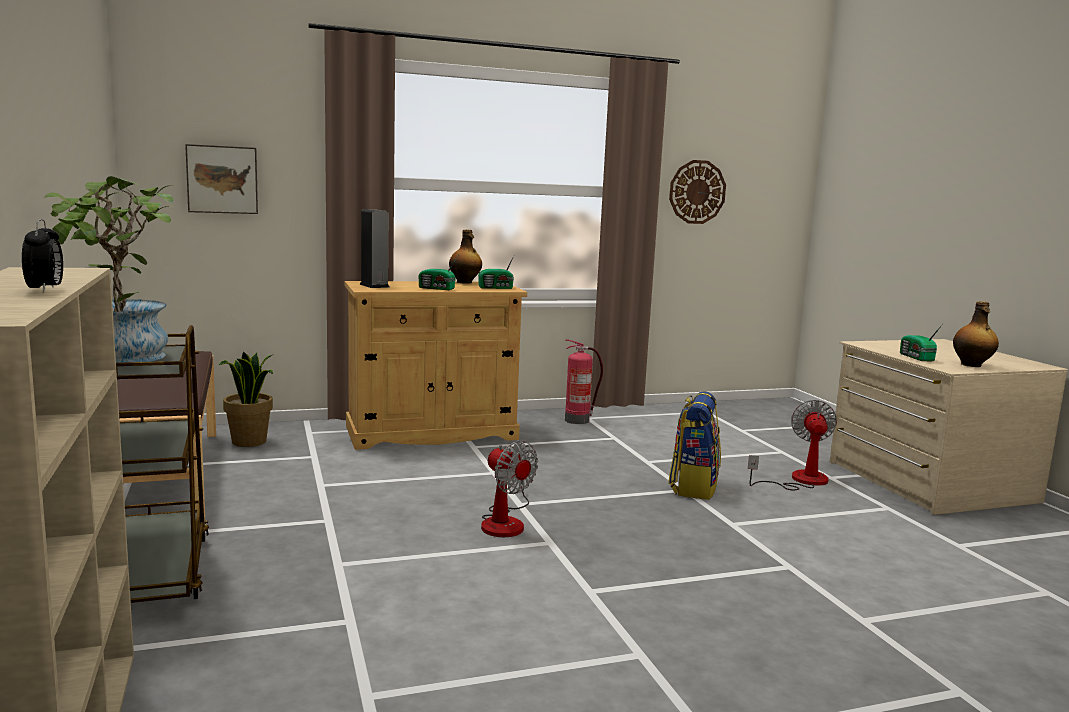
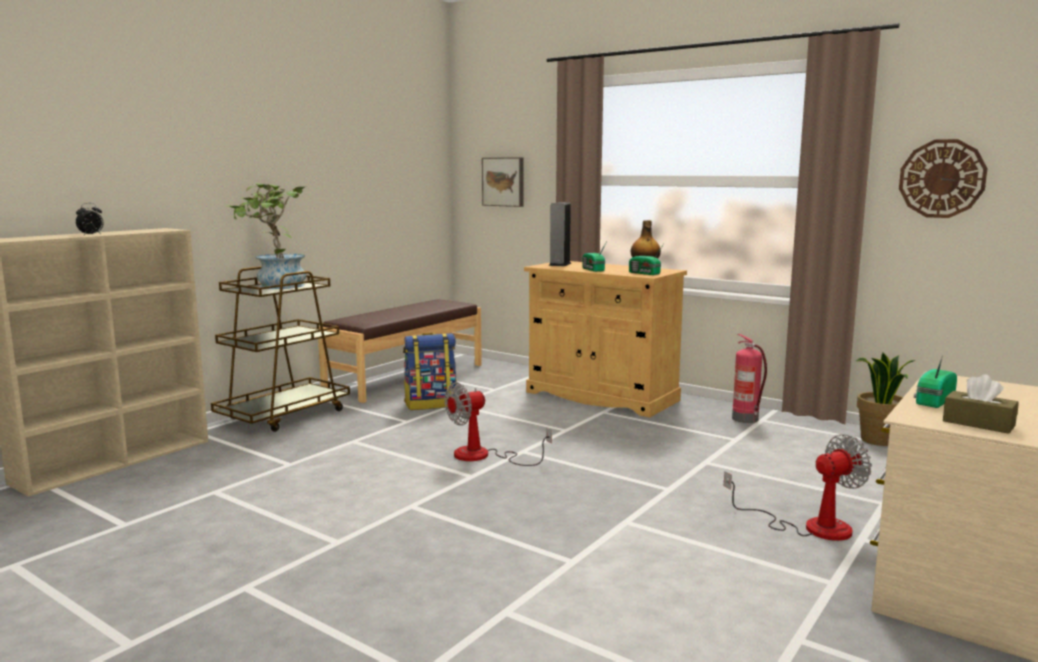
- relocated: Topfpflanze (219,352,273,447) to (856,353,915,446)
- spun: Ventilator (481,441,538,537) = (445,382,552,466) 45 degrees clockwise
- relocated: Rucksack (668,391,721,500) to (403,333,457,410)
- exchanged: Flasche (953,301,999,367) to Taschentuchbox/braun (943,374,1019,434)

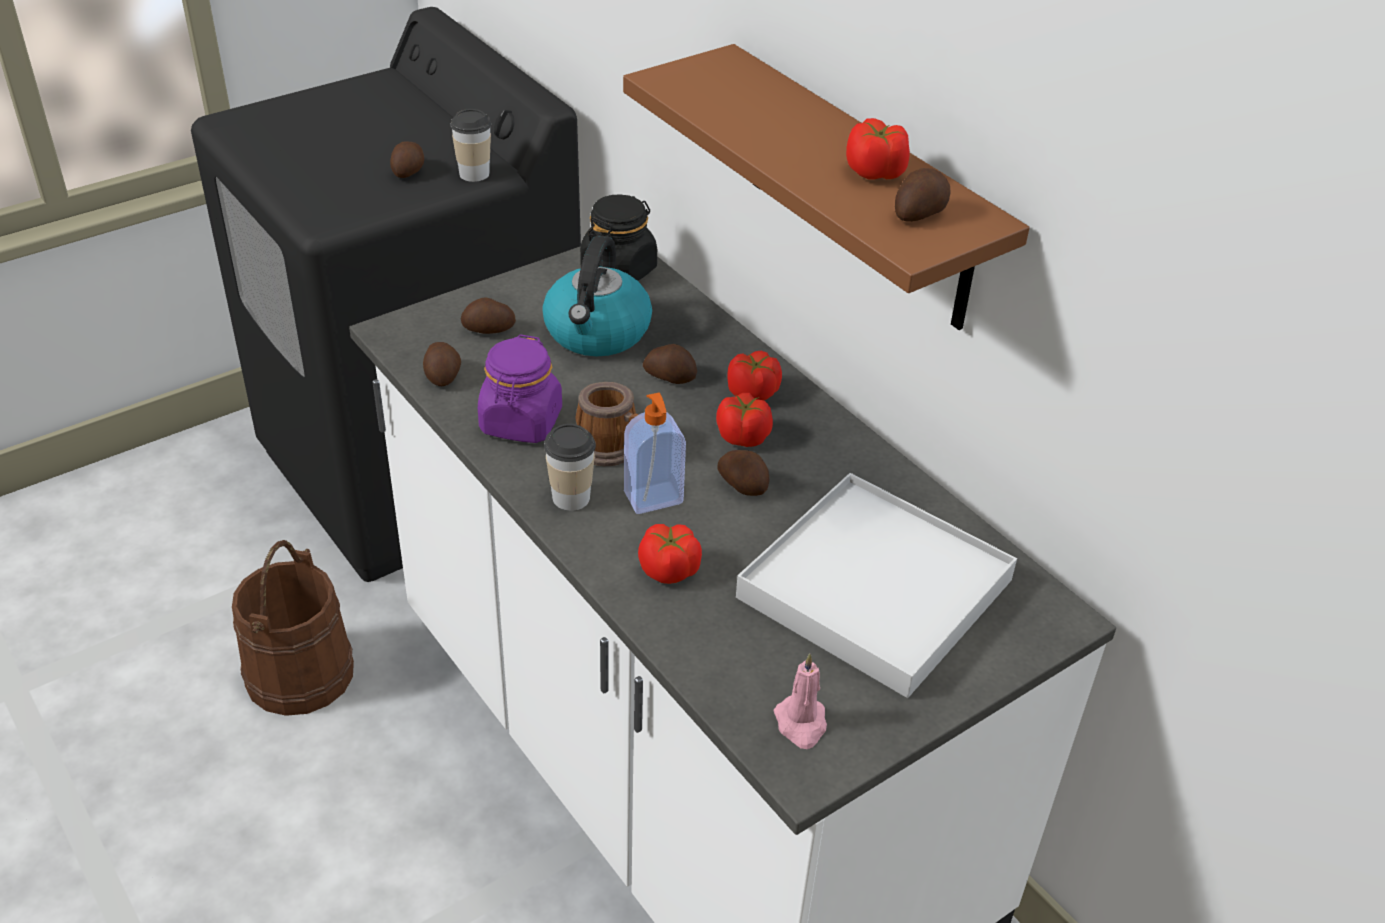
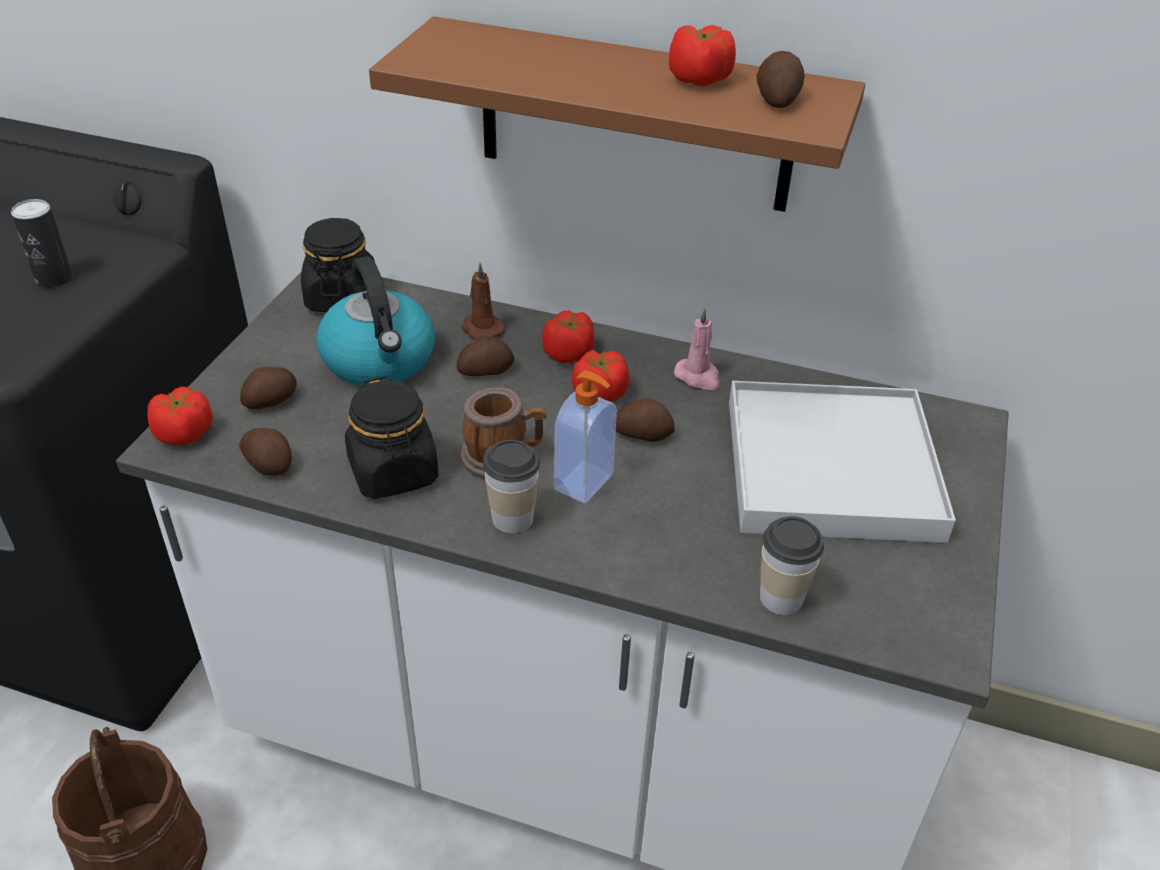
- exchanged: Kartoffel (390,141,424,178) to Dose (11,199,72,288)
- relocated: Tasse (450,109,491,182) to (760,516,824,615)
- colour: Vorratsglas/lila (478,334,562,443) to Vorratsglas/schwarz (345,376,439,499)
- relocated: Tomate (638,524,702,584) to (147,387,213,445)
- relocated: Kerze/rosa (774,653,827,749) to (674,308,719,390)
- appeared: Kerze/braun (461,262,505,340)

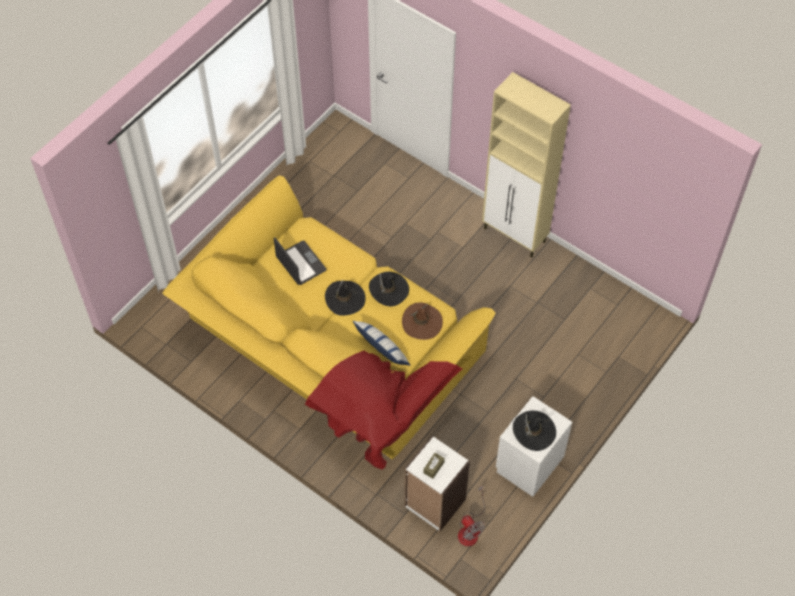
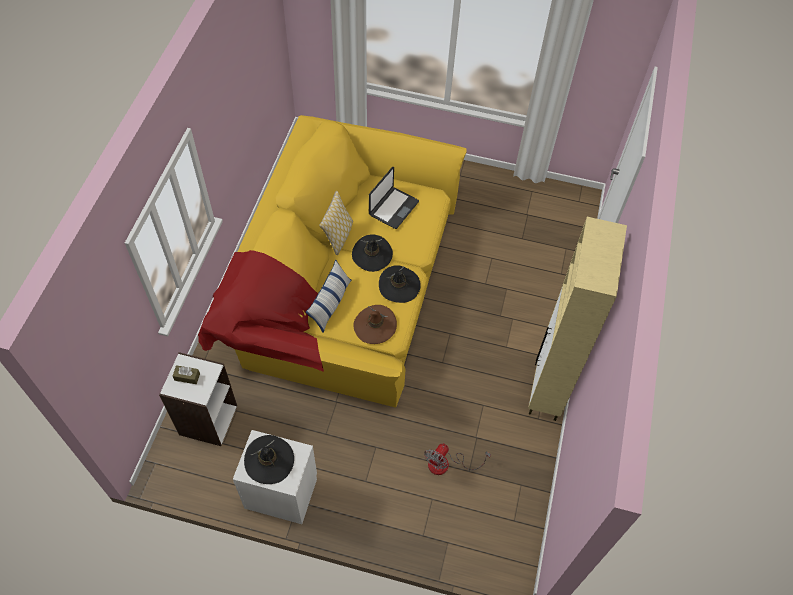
- relocated: Ventilator (458,486,485,546) to (424,443,491,475)
- appeared: Kissen (319,191,353,255)

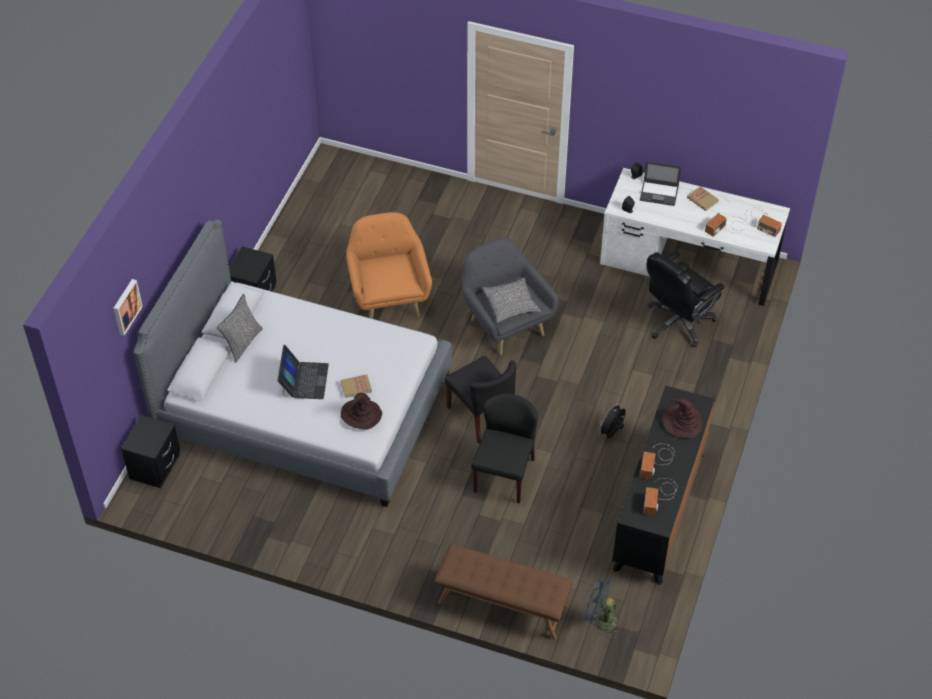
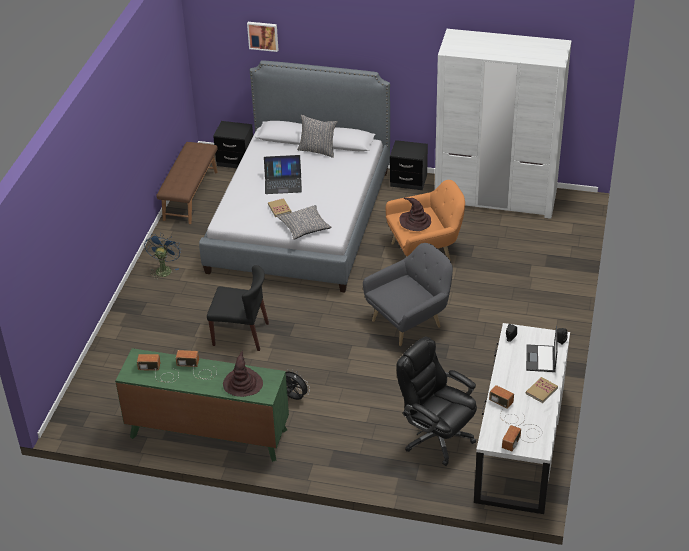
- relocated: Hut/braun (341,393,382,430) to (399,198,431,231)
- relocated: Bank/braun (434,544,573,639) to (156,142,218,224)
- missing: Stuhl/schwarz (444,356,516,443)
- relocated: Kissen/grau (482,278,541,323) to (277,205,332,240)
- relocated: Ventilator/blau (585,577,622,637) to (144,233,181,280)
- colour: Kommode/schwarz (612,386,715,585) to Kommode/grün (115,348,289,462)
- appeared: Kleiderschrank/weiß (435,29,572,219)

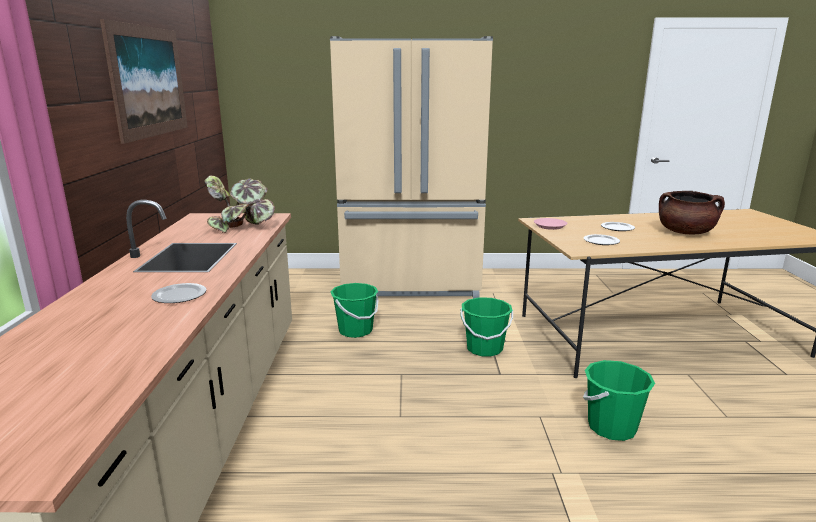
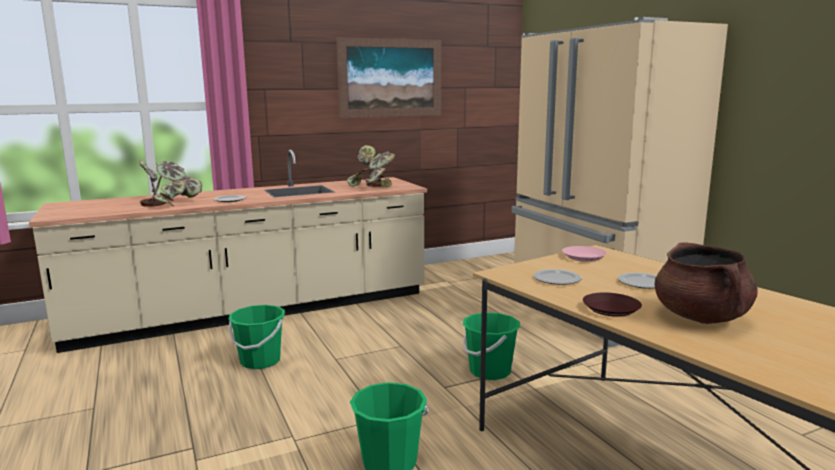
- relocated: Eimer/grün (331,283,378,338) to (228,305,285,369)
- appeared: Topfpflanze (139,160,202,207)
- appeared: Teller/braun (583,293,642,317)

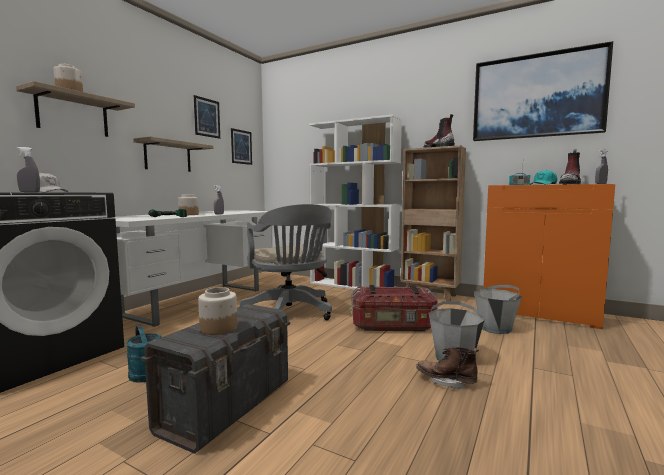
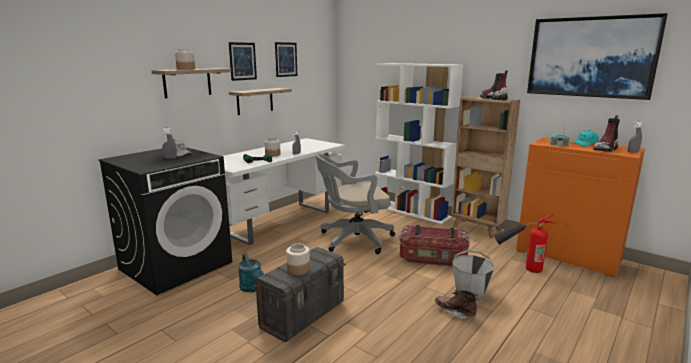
- relocated: Bild (231,128,252,165) to (229,42,257,81)
- spun: Bürostuhl/grau (240,204,332,320) = (315,153,395,254) 90 degrees clockwise
- exchanged: Eimer/grau (474,285,522,334) to Feuerlöscher (493,214,555,273)

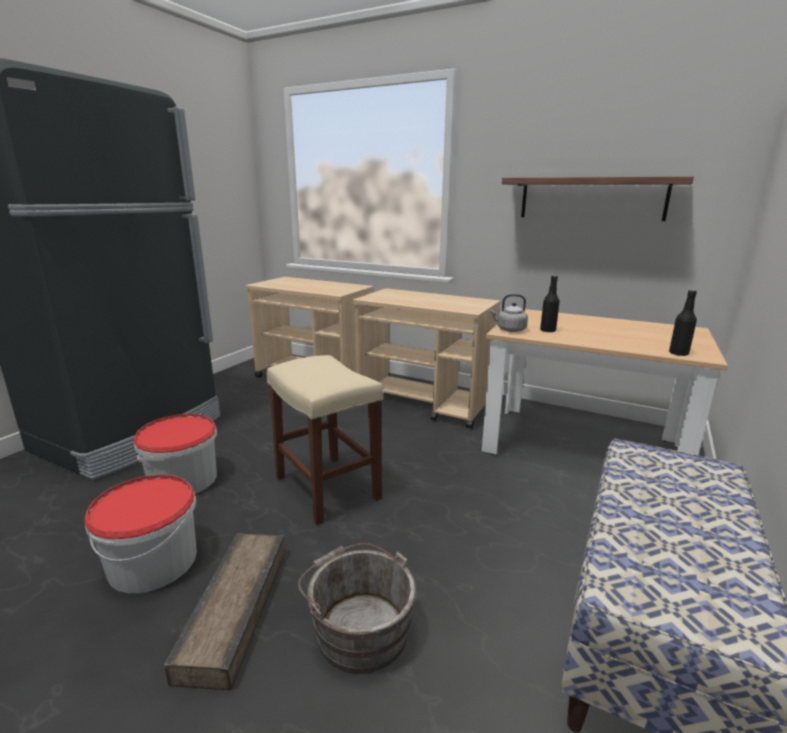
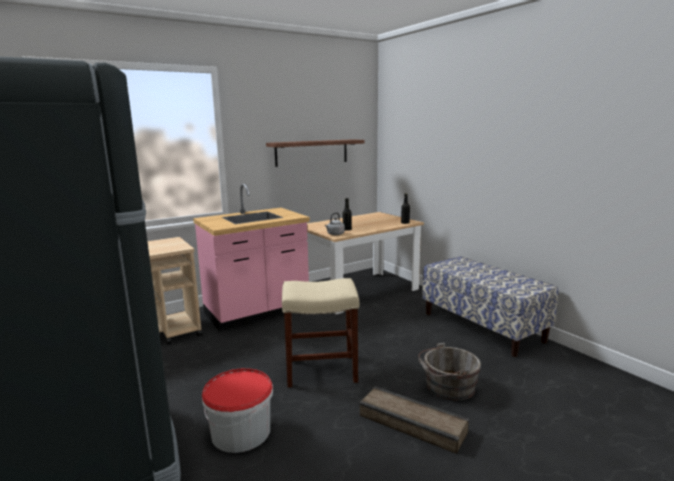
- missing: Eimer (84,475,197,593)
- exchanged: Rollwagen/beige (353,288,501,429) to Küchenzeile/rosa (193,184,310,331)

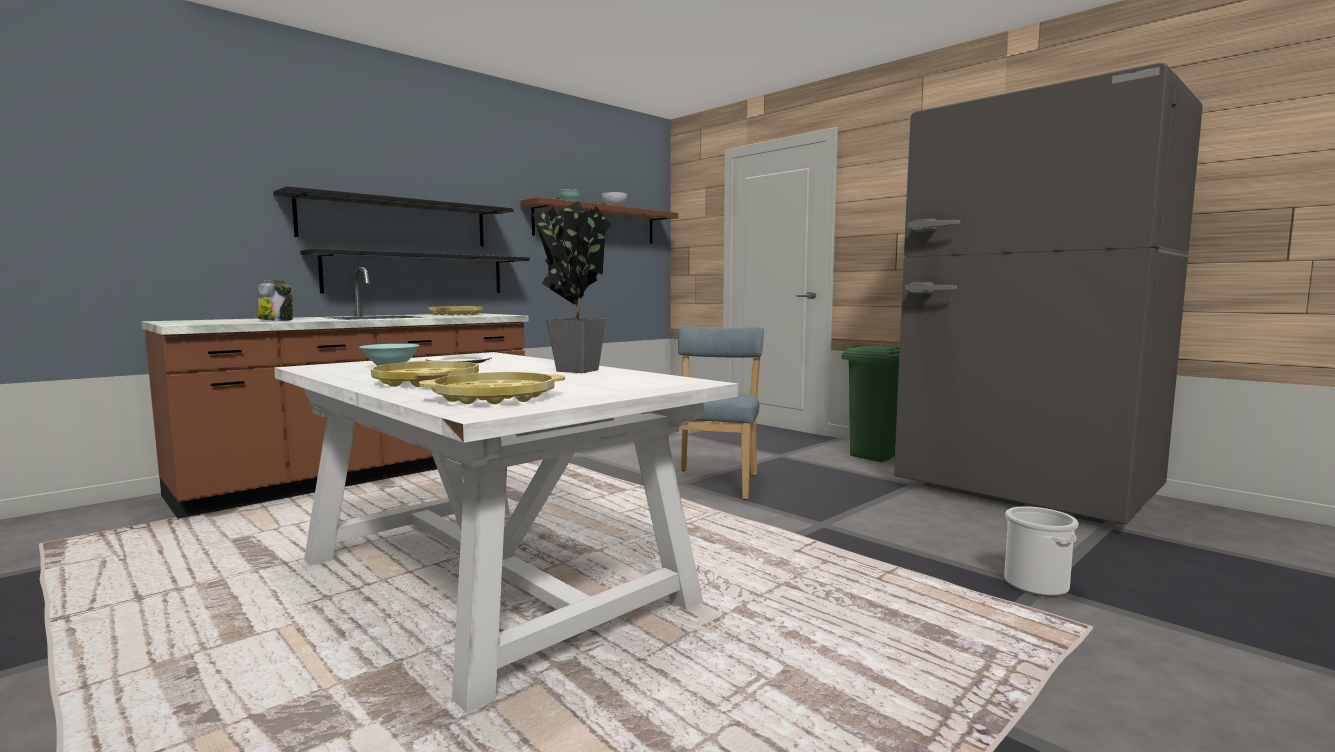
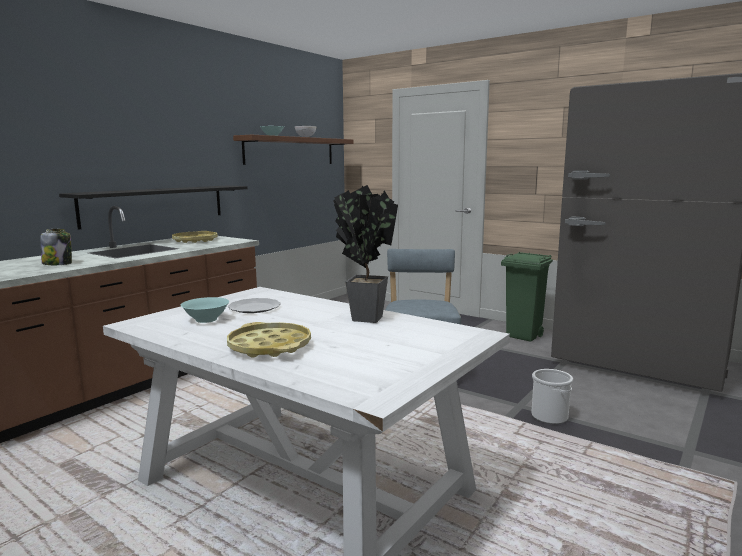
- missing: Wandregal/schwarz (273,186,514,246)
- missing: Tablett/gelb (419,372,565,404)
- relocated: Eimer (1004,506,1078,596) to (531,369,573,424)

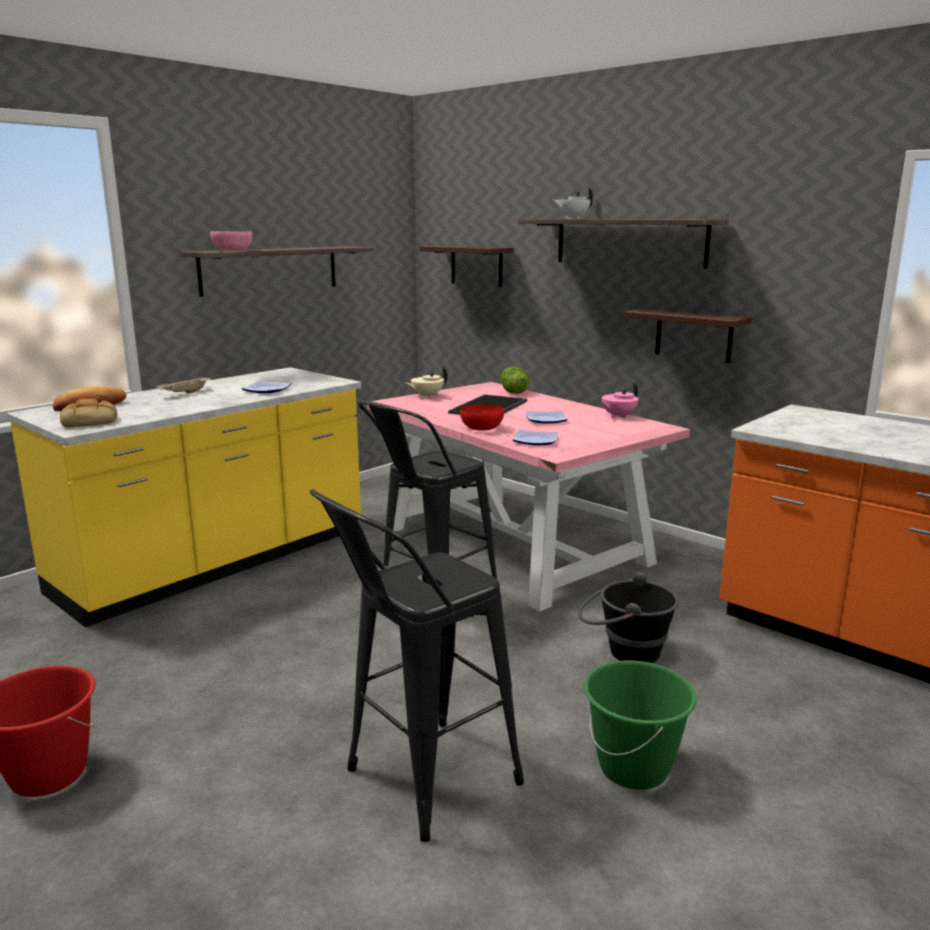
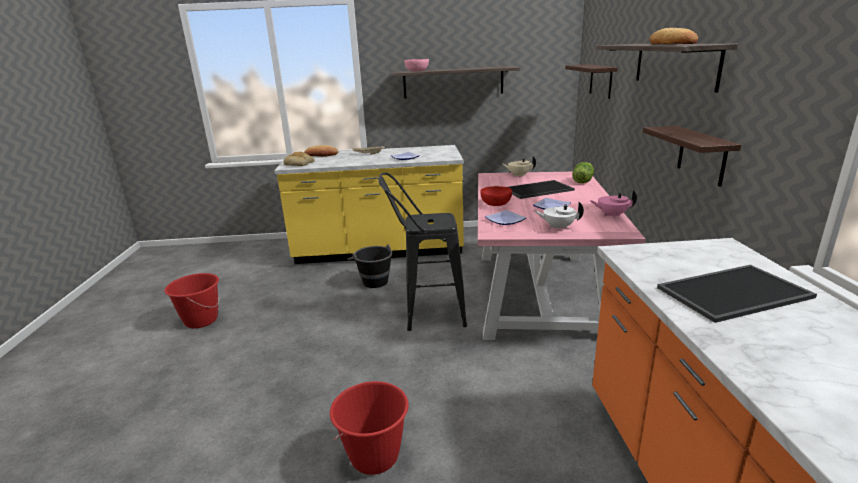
- missing: Hocker/schwarz (309,489,524,842)
- relocated: Teekanne/weiß (552,187,593,219) to (535,202,584,230)
- relocated: Eimer/schwarz (578,572,679,663) to (348,244,393,288)
- colour: Eimer/grün (584,661,697,790) to Eimer/rot (330,381,409,475)
- appeared: Brot (650,28,698,44)
- appeared: Tablett (657,265,817,323)

